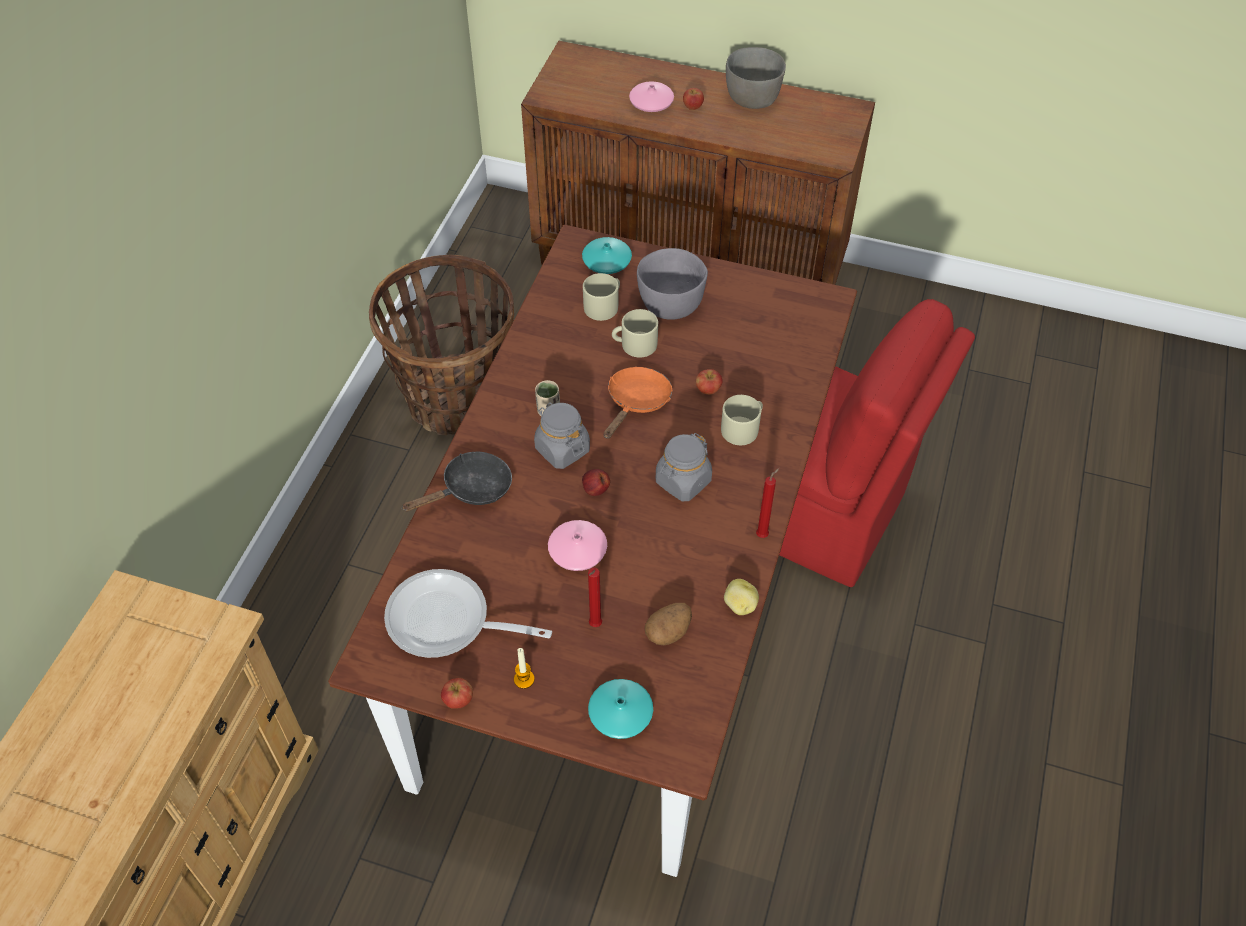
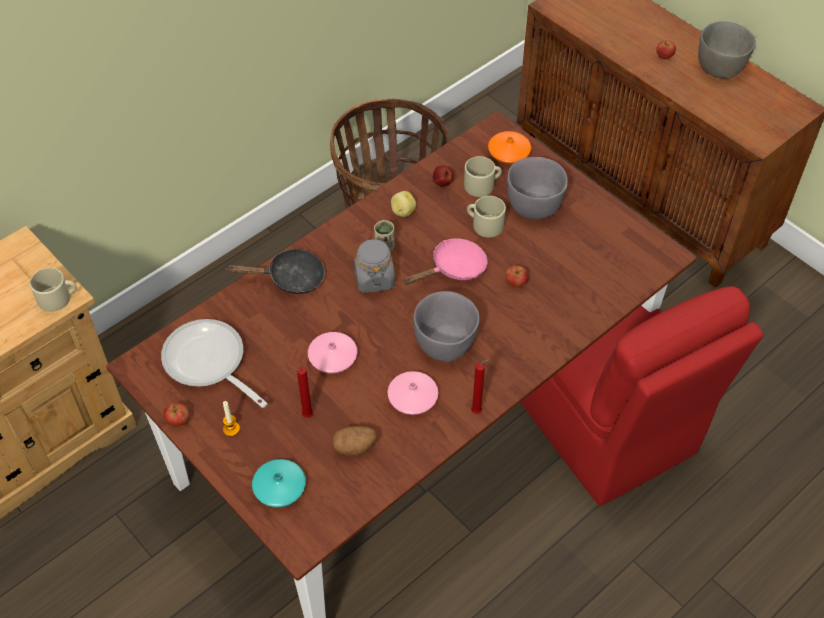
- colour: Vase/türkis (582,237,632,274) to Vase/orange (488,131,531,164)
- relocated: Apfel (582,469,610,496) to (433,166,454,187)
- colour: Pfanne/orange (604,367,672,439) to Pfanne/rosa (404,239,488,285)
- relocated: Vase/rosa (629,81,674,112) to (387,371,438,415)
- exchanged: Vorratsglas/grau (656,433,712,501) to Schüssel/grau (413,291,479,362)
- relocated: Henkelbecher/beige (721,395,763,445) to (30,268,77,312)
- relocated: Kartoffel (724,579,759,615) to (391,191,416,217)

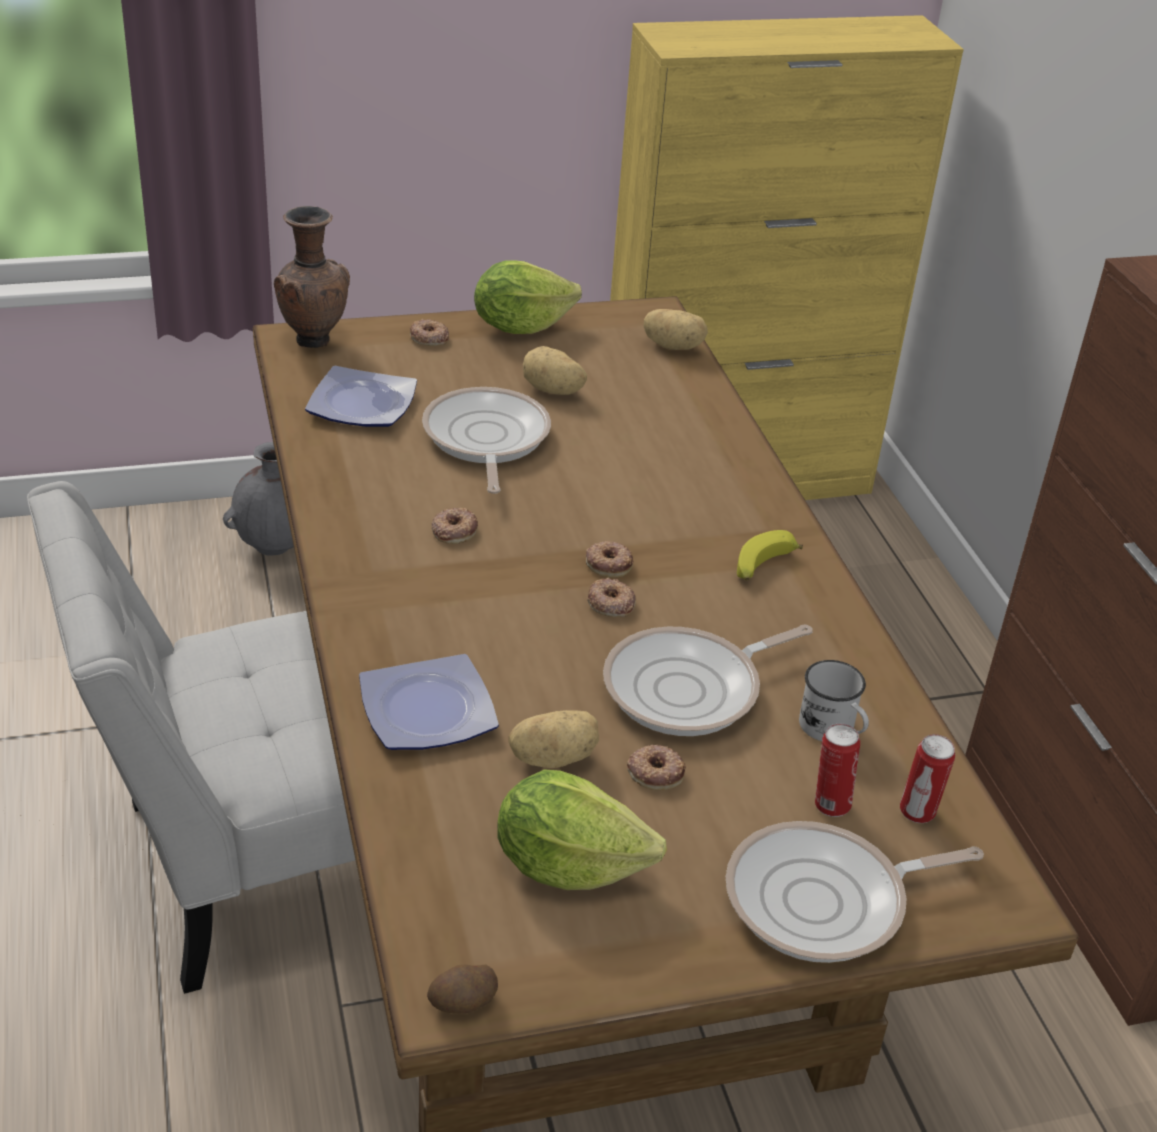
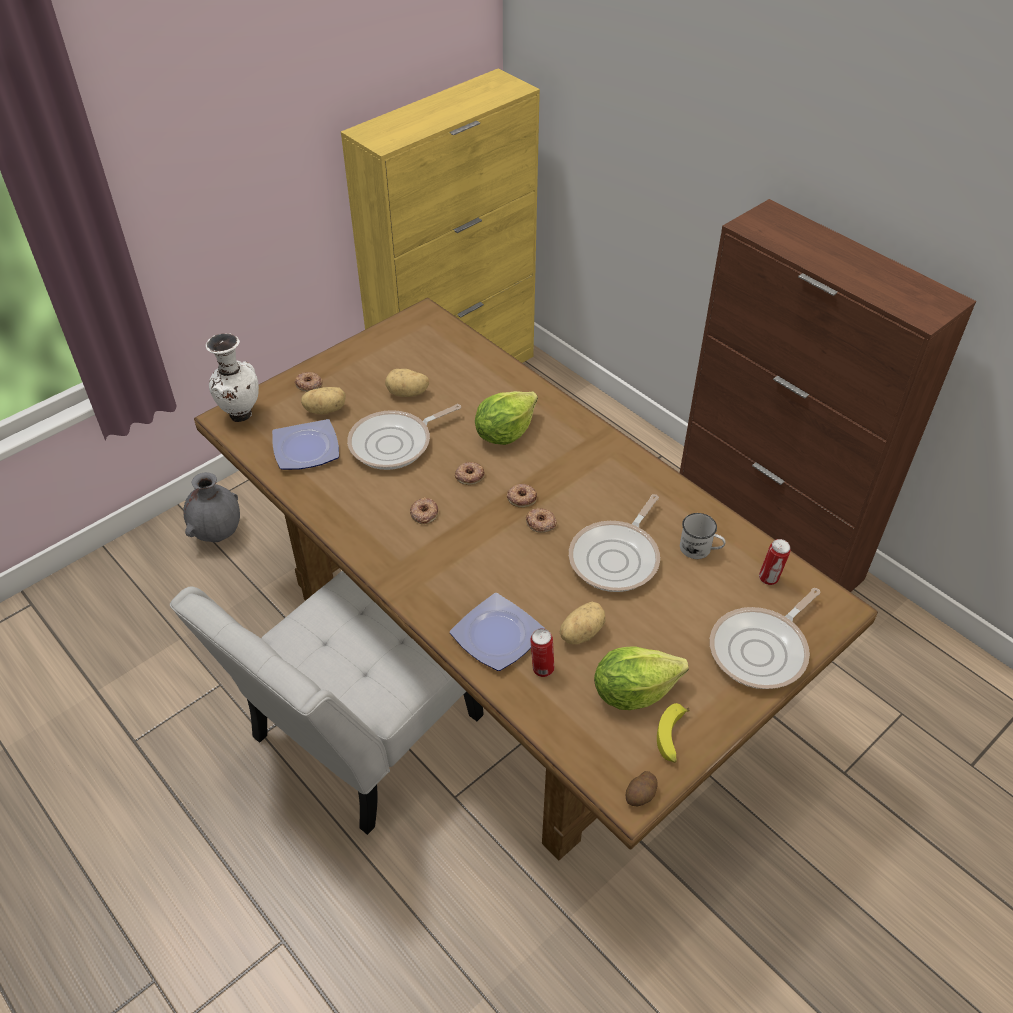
- colour: Vase/braun (274,206,350,348) to Vase/weiß (206,333,259,422)
- spun: Pfanne (422,387,551,494) = (347,404,461,470) 90 degrees counterclockwise
- relocated: Salatkopf (474,260,582,334) to (475,391,538,445)
- relocated: Donut (627,745,686,791) to (455,462,485,485)
- relocated: Kartoffel (643,309,708,350) to (301,387,346,414)
- relocated: Banane (737,530,803,581) to (657,703,690,763)
- relocated: Dose (815,724,860,817) to (530,628,554,677)

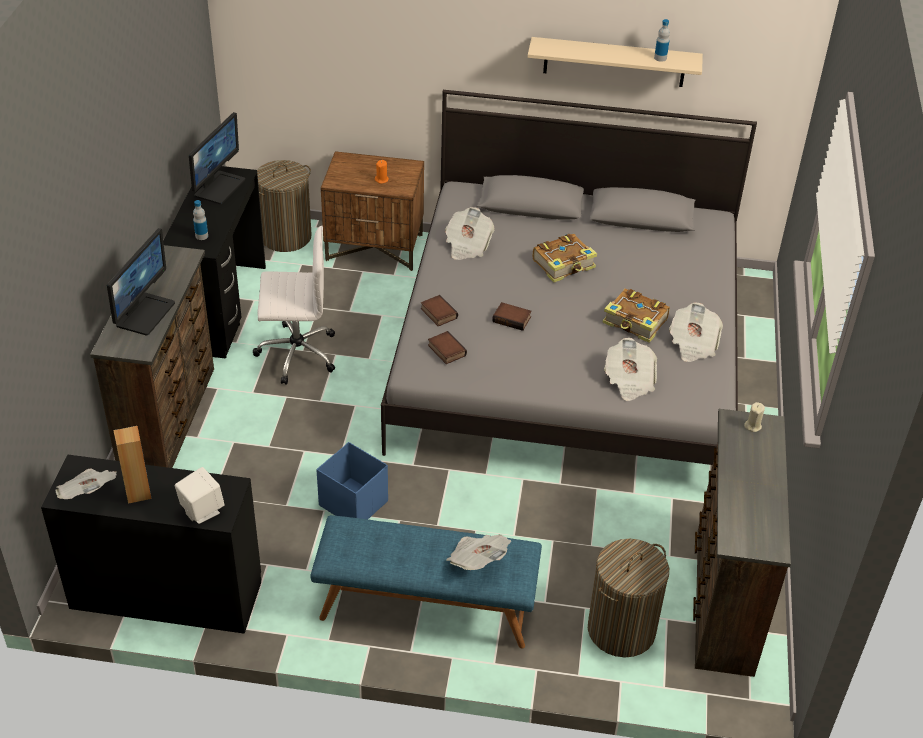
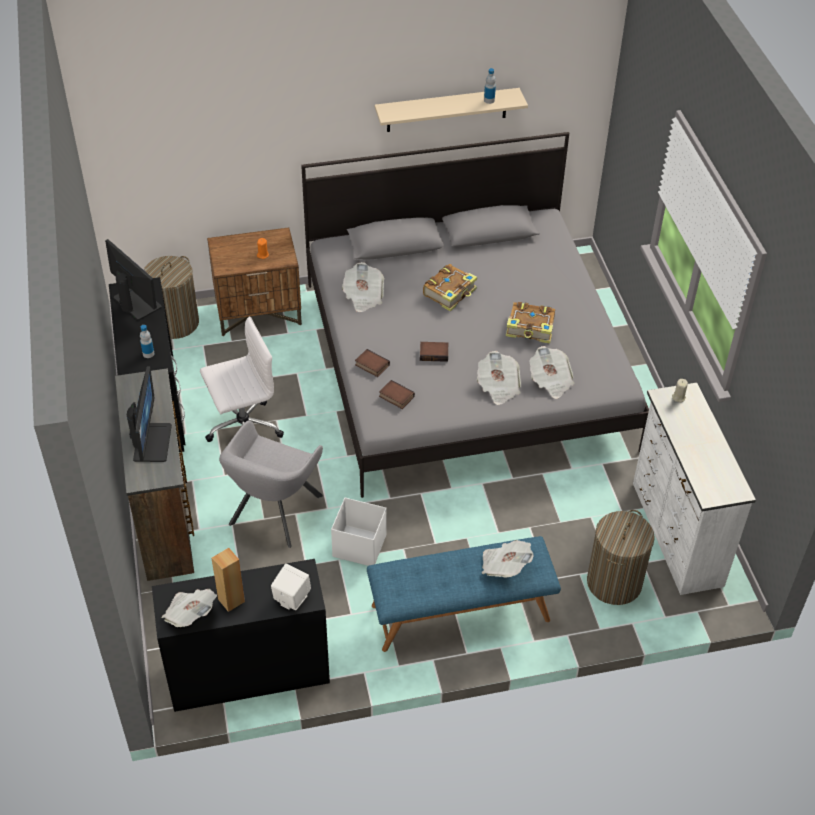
- spun: Monitor (189,112,245,204) = (105,239,162,320) 45 degrees counterclockwise
- colour: Aufbewahrungsbox/blau (316,442,388,519) to Aufbewahrungsbox/weiß (331,498,386,566)
- relocated: Zeitung (669,302,723,362) to (477,351,521,405)
- colour: Kommode/braun (693,409,791,677) to Kommode/weiß (633,383,756,595)
- appeared: Sessel/grau (219,421,323,548)

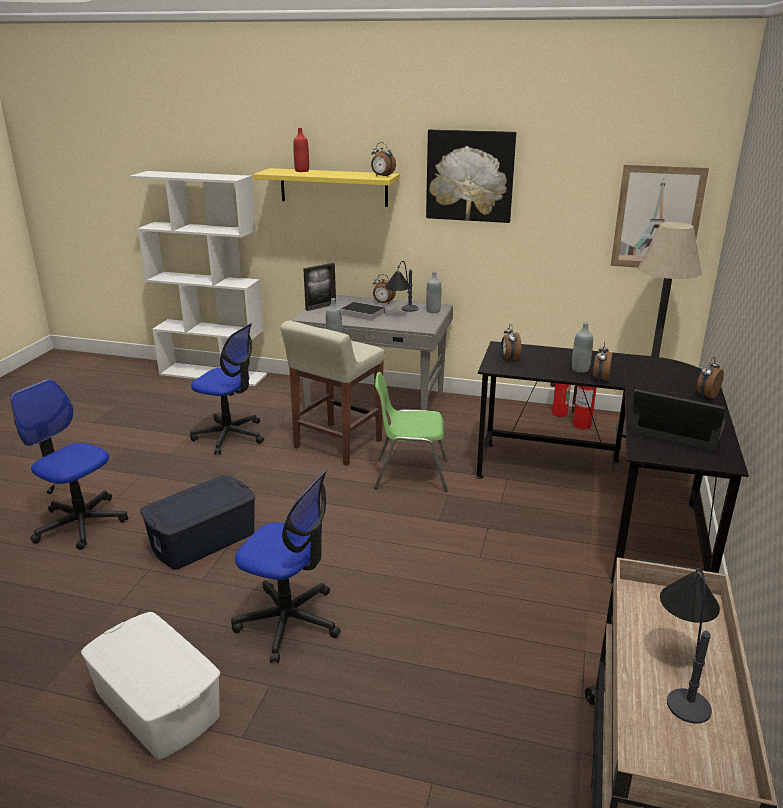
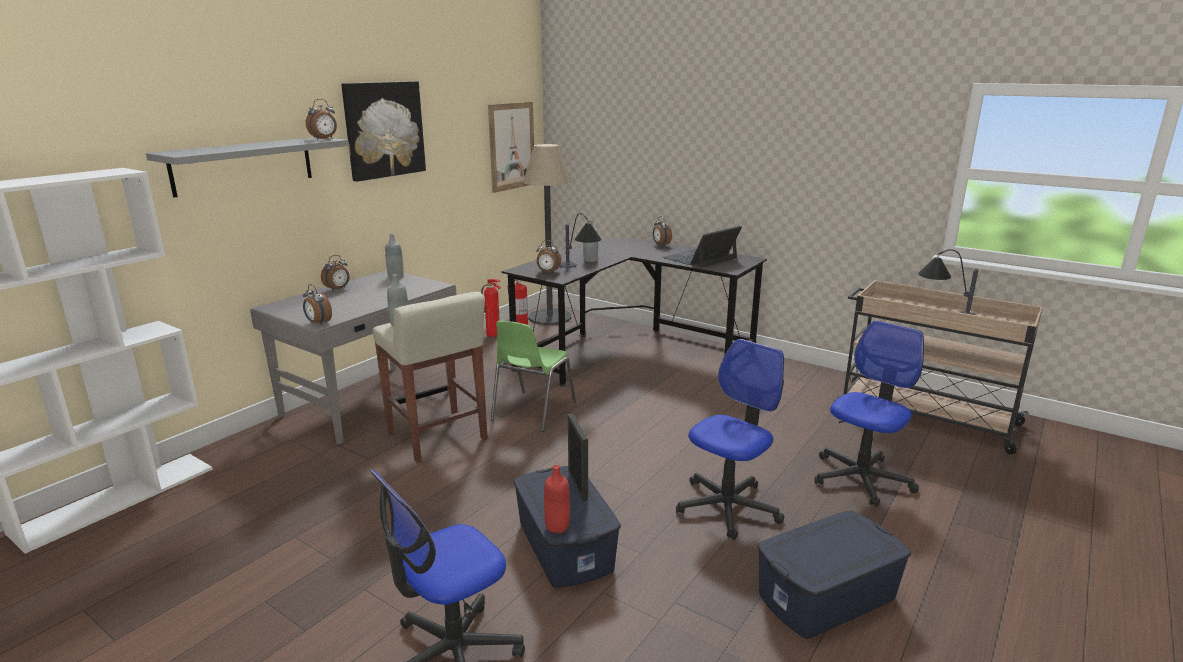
- colour: Aufbewahrungsbox/weiß (81,612,220,760) to Aufbewahrungsbox/blau (758,510,911,639)
- relocated: Bürostuhl (190,323,264,455) to (814,321,924,507)
- colour: Wandregal/gelb (253,168,400,207) to Wandregal/grau (146,137,349,198)
- relocated: Flasche/rot (293,128,309,172) to (544,465,570,533)
- relocated: Bilderrahmen (303,263,336,311) to (568,413,588,501)
- missing: Buch (341,302,385,321)
- relocated: Tischlampe (385,261,419,312) to (560,213,601,268)
- relocated: Wecker (593,342,613,381) to (303,284,332,325)

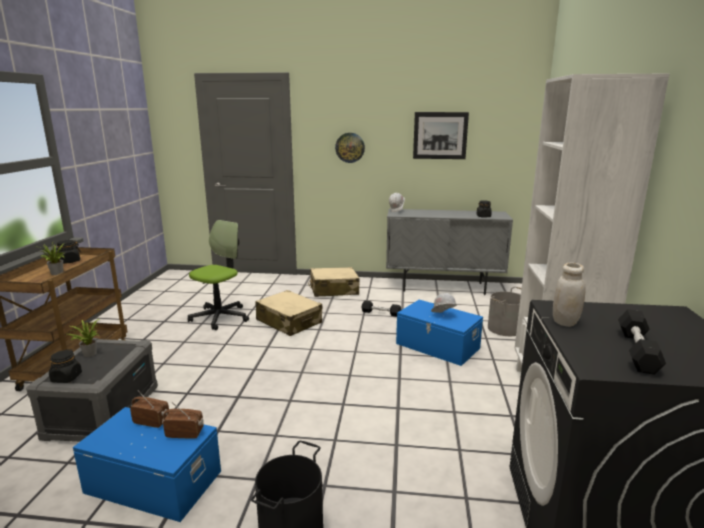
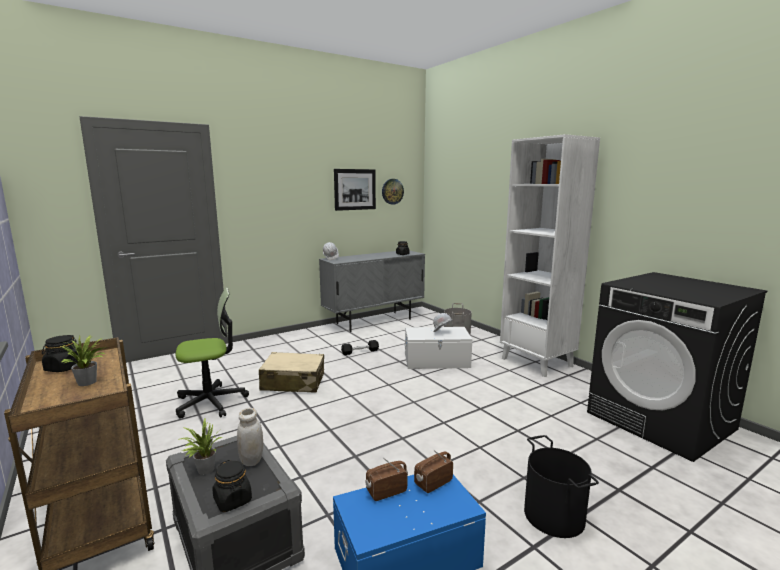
- spun: Bürostuhl (188,220,249,330) = (176,287,249,418) 75 degrees clockwise
- missing: Koffer/beige (308,267,360,297)
- relocated: Wanduhr (335,133,365,163) to (382,179,404,205)
- colour: Aufbewahrungsbox/blau (396,300,483,366) to Aufbewahrungsbox/weiß (404,327,472,369)
- relocated: Vorratsglas/weiß (553,263,585,327) to (237,408,263,466)
- missing: Hantel/schwarz (618,309,666,375)

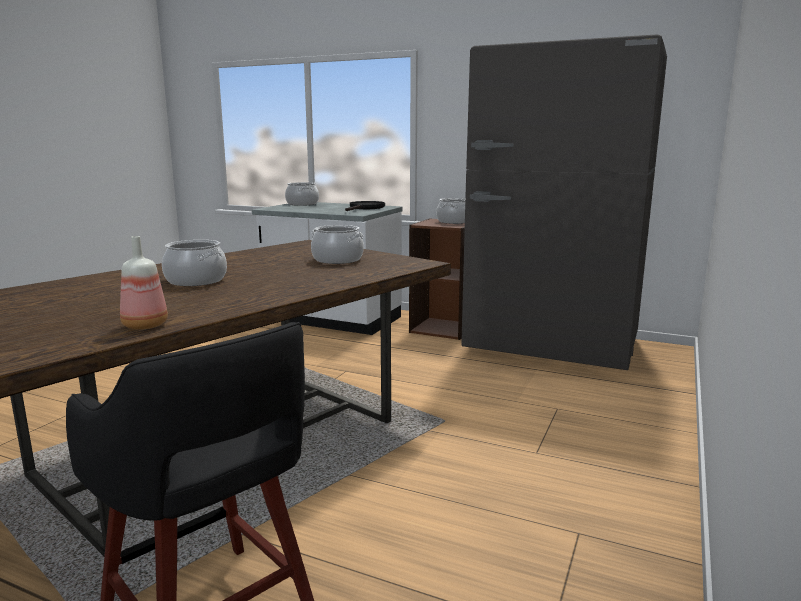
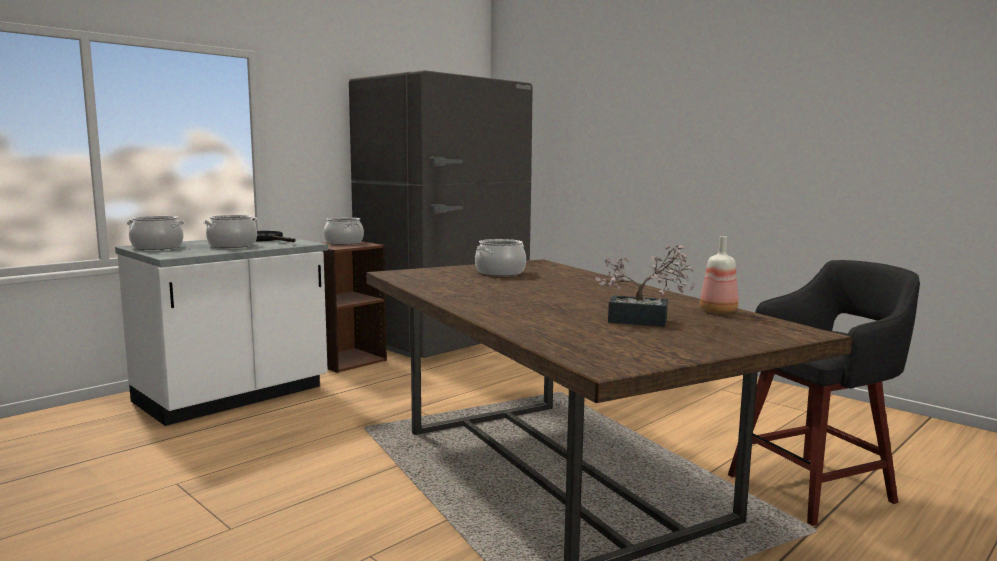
- relocated: Kochtopf (162,240,227,286) to (203,215,258,248)
- appeared: Topfpflanze (596,244,695,327)

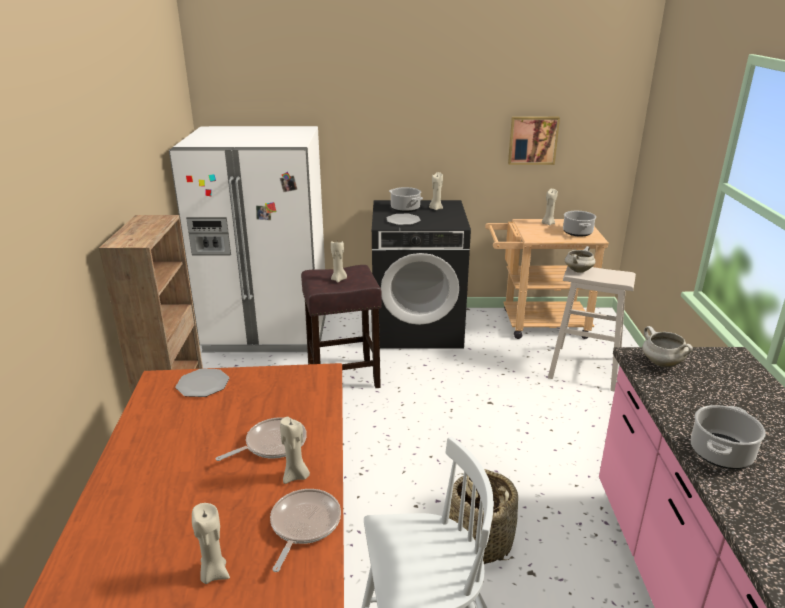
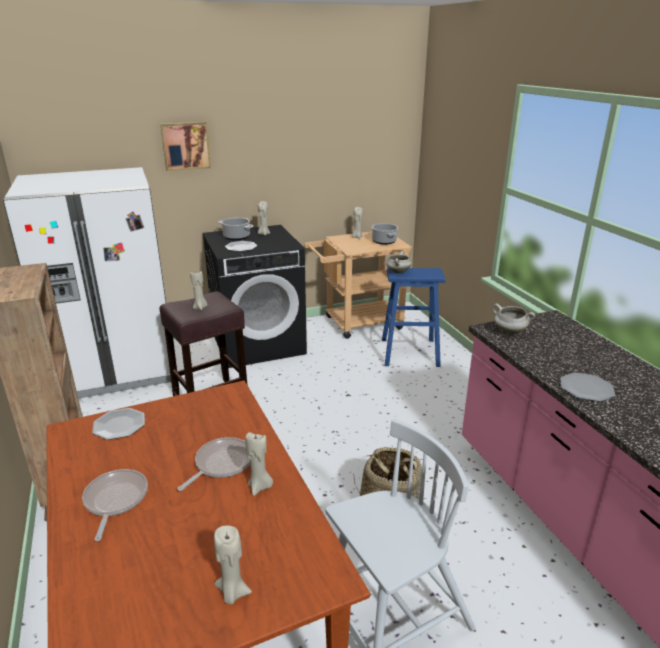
- relocated: Pfanne (270,489,341,572) to (82,469,148,541)
- relocated: Bild (508,117,560,165) to (160,122,211,171)
- colour: Hocker/beige (548,266,636,392) to Hocker/blau (382,268,446,367)
- exchanged: Kochtopf (691,405,766,469) to Teller (560,373,615,402)

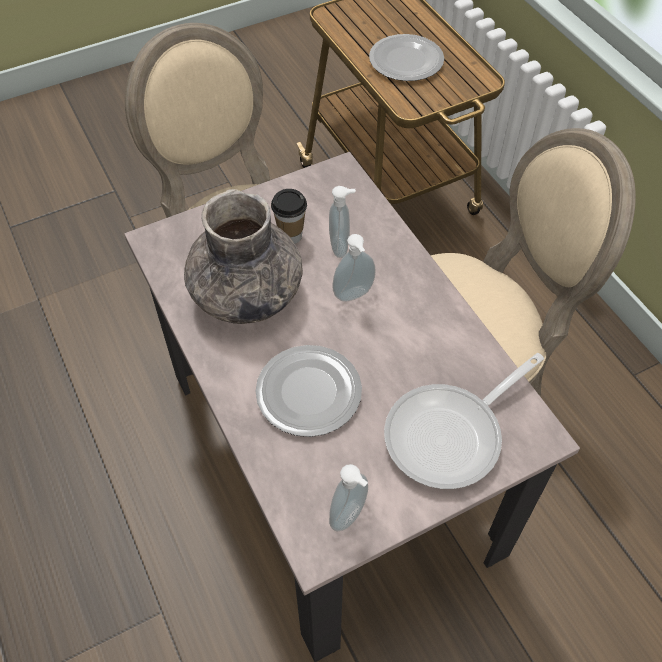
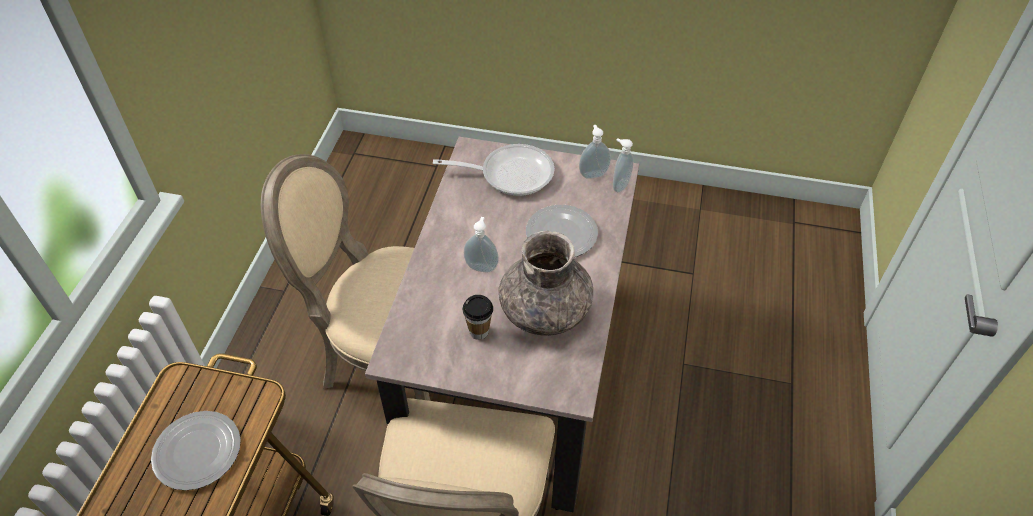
- relocated: Seifenspender (329,186,356,258) to (613,138,634,193)

